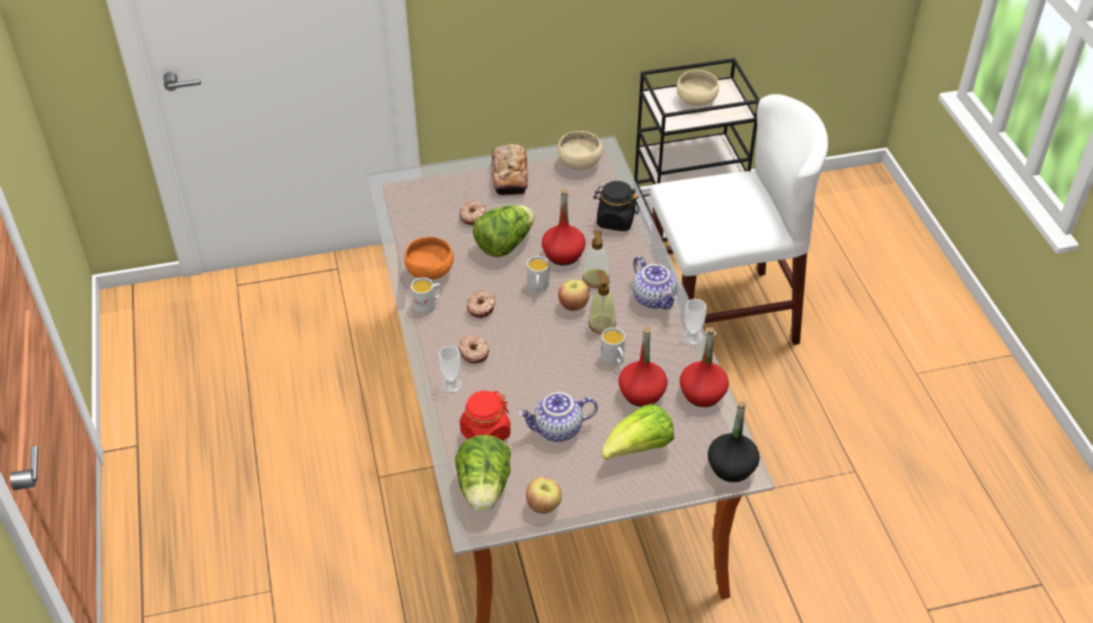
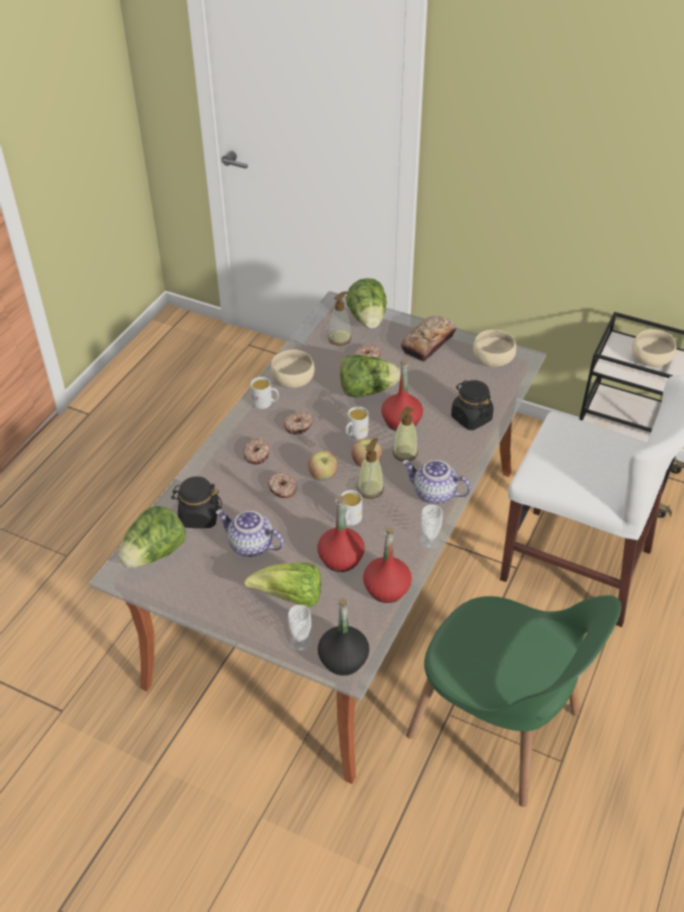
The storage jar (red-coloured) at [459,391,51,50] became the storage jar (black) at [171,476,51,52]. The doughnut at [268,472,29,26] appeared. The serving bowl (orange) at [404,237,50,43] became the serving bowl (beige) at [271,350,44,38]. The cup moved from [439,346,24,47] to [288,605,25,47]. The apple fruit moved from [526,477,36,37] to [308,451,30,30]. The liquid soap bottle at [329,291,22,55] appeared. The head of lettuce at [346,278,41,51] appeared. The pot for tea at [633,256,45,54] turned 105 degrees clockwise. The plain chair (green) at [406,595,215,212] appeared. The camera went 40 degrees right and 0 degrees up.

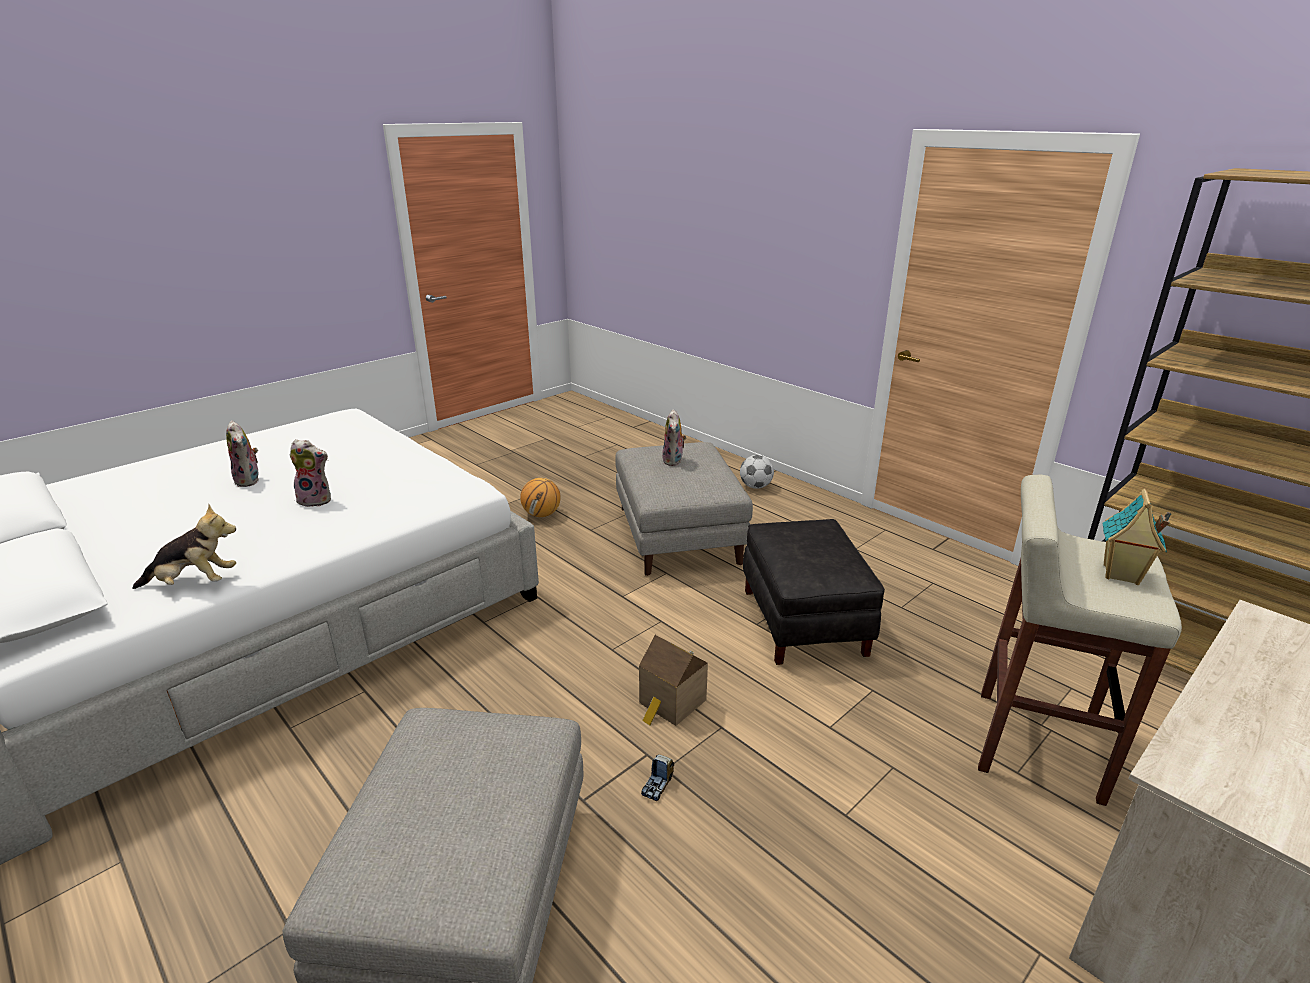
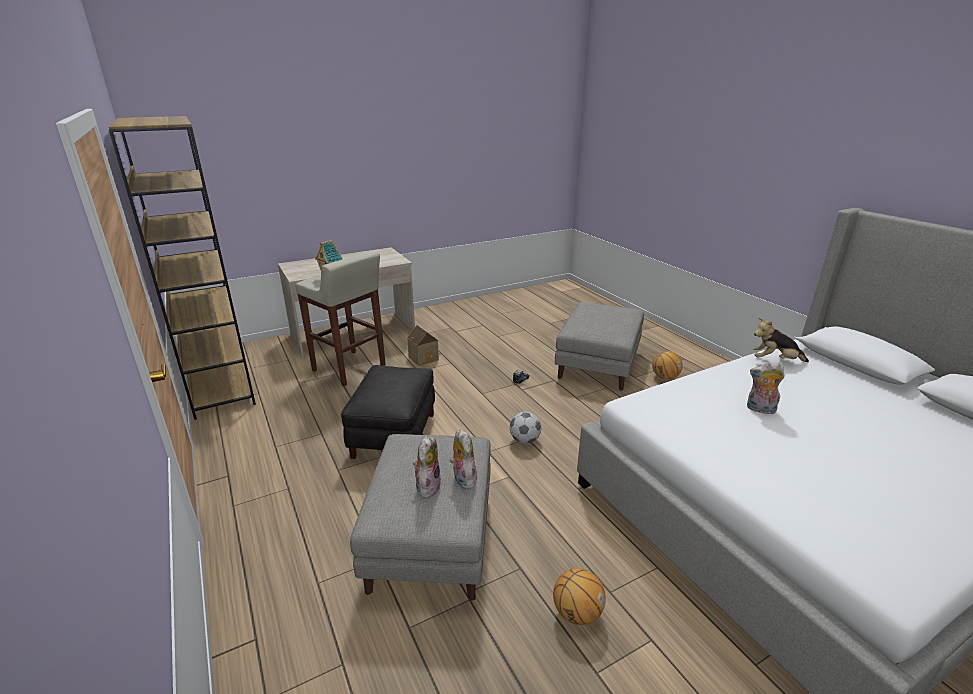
The model house moved from [639,635,69,91] to [407,325,34,41]. The plush toy moved from [226,420,33,67] to [450,429,28,60]. The football moved from [740,455,34,34] to [510,412,32,32]. The basketball at [652,351,31,29] appeared. The camera went 165 degrees left and 0 degrees up.

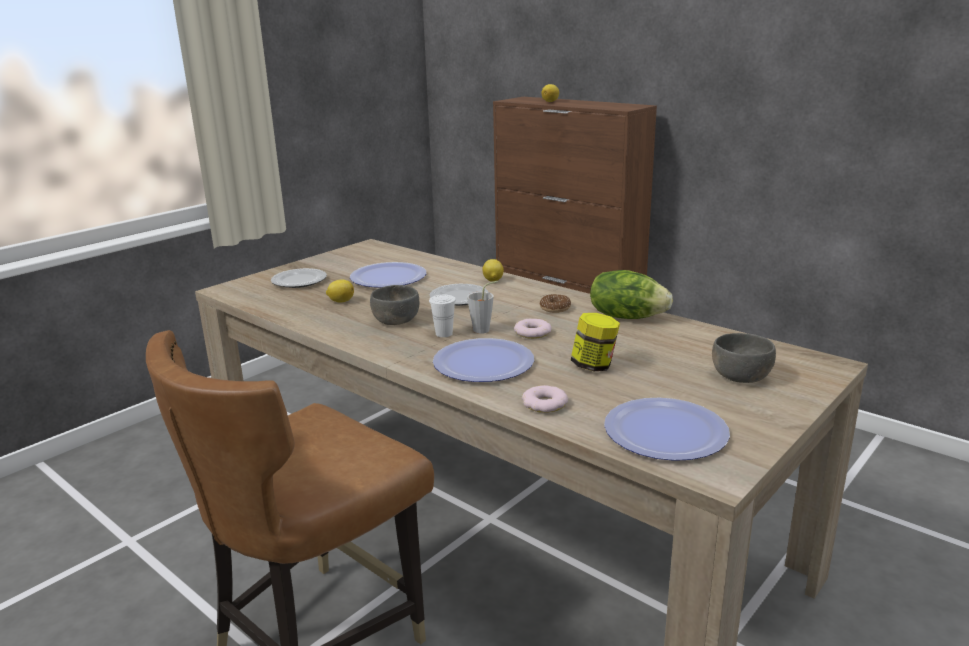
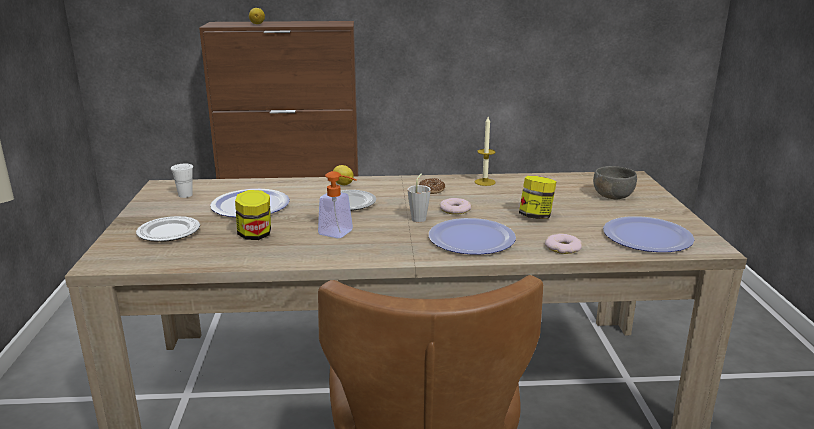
The cup (whitish) moved from [429,295,27,42] to [171,164,22,34]. The whole lemon at [326,280,28,22] was replaced by the storage jar at [235,190,36,50]. The serving bowl (greyish) at [370,285,49,40] was replaced by the liquid soap bottle at [318,171,39,67]. The head of lettuce at [590,270,83,49] was replaced by the wax light at [475,117,21,69]. The camera went 45 degrees left and 0 degrees up.

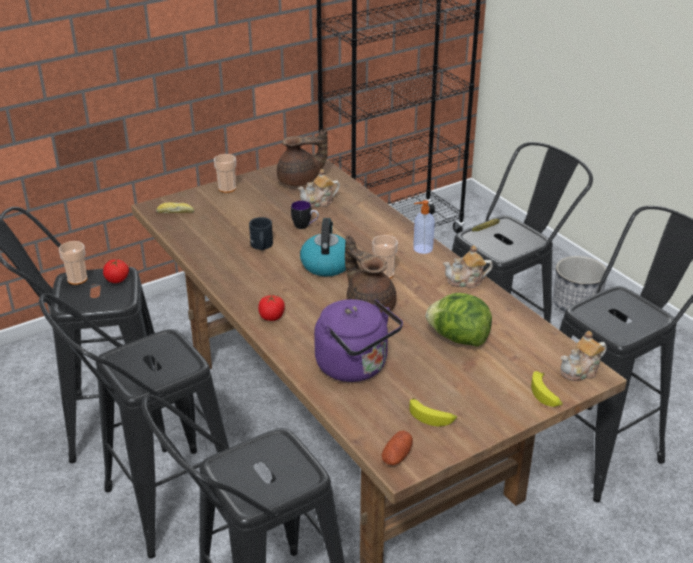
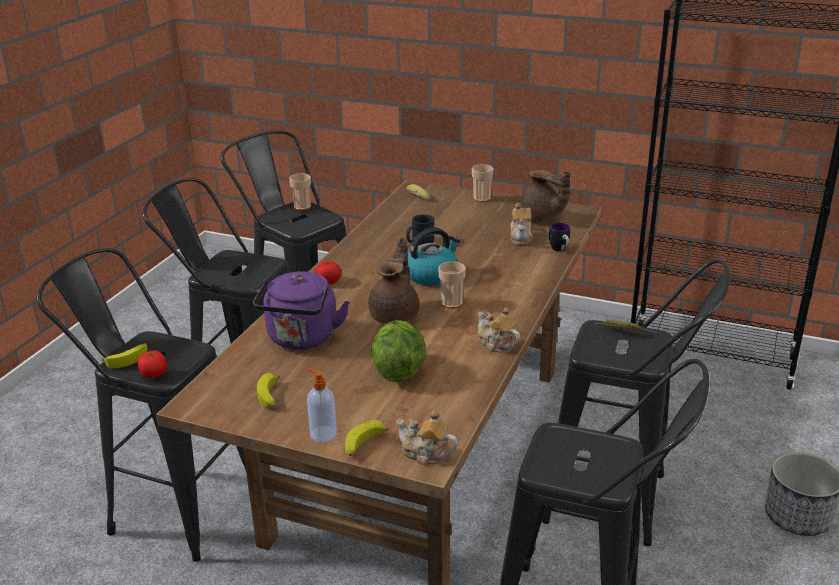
The banana fruit at [102,343,45,26] appeared. The fresh tomato moved from [103,259,26,24] to [137,351,30,27]. The liquid soap bottle moved from [413,200,22,54] to [307,368,30,74]. The pot for tea at [298,169,42,39] turned 120 degrees counterclockwise. The mug moved from [291,201,28,28] to [549,223,21,29]. The spud at [381,431,32,34] disappeared. The camera went 55 degrees right and 5 degrees down.

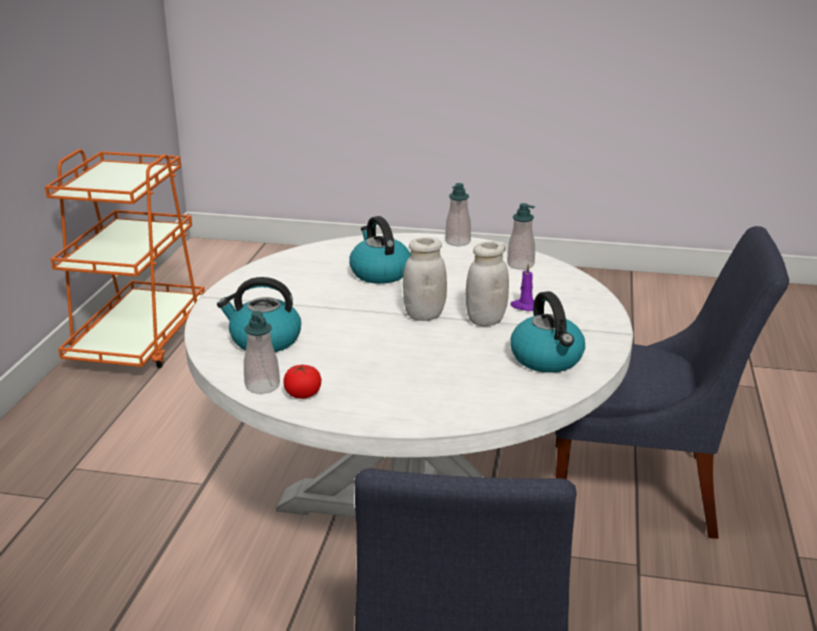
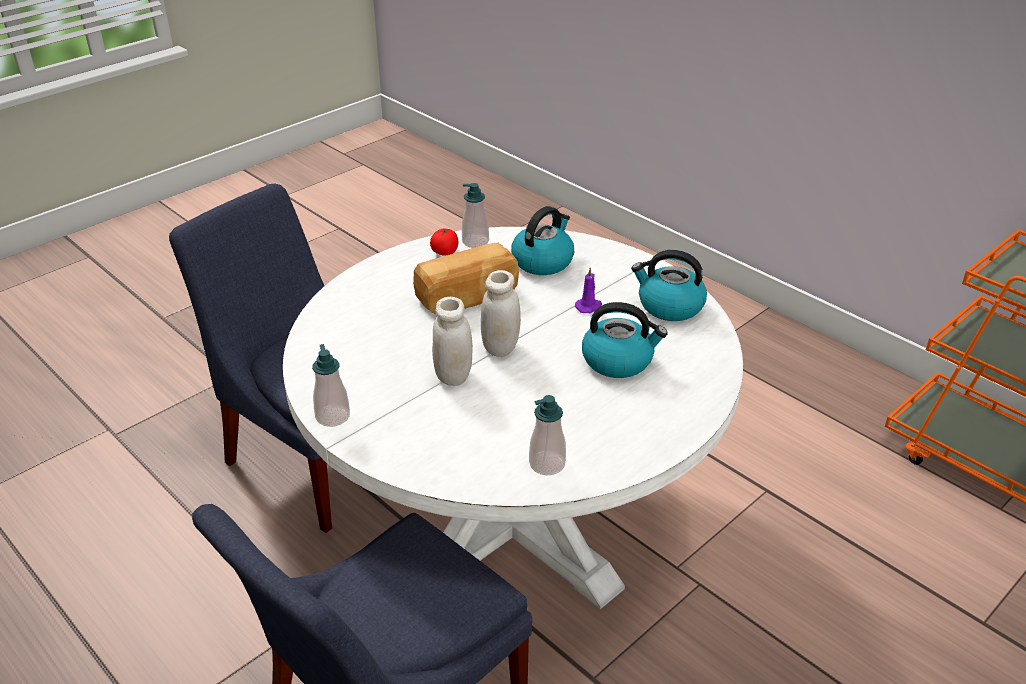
The liquid soap bottle moved from [445,183,26,63] to [312,344,38,83]. The bakery bread at [413,243,106,71] appeared. The wax light (purplish) moved from [511,264,23,47] to [575,267,27,46]. The water kettle moved from [510,291,75,82] to [631,250,76,71]. The camera went 125 degrees right and 10 degrees up.

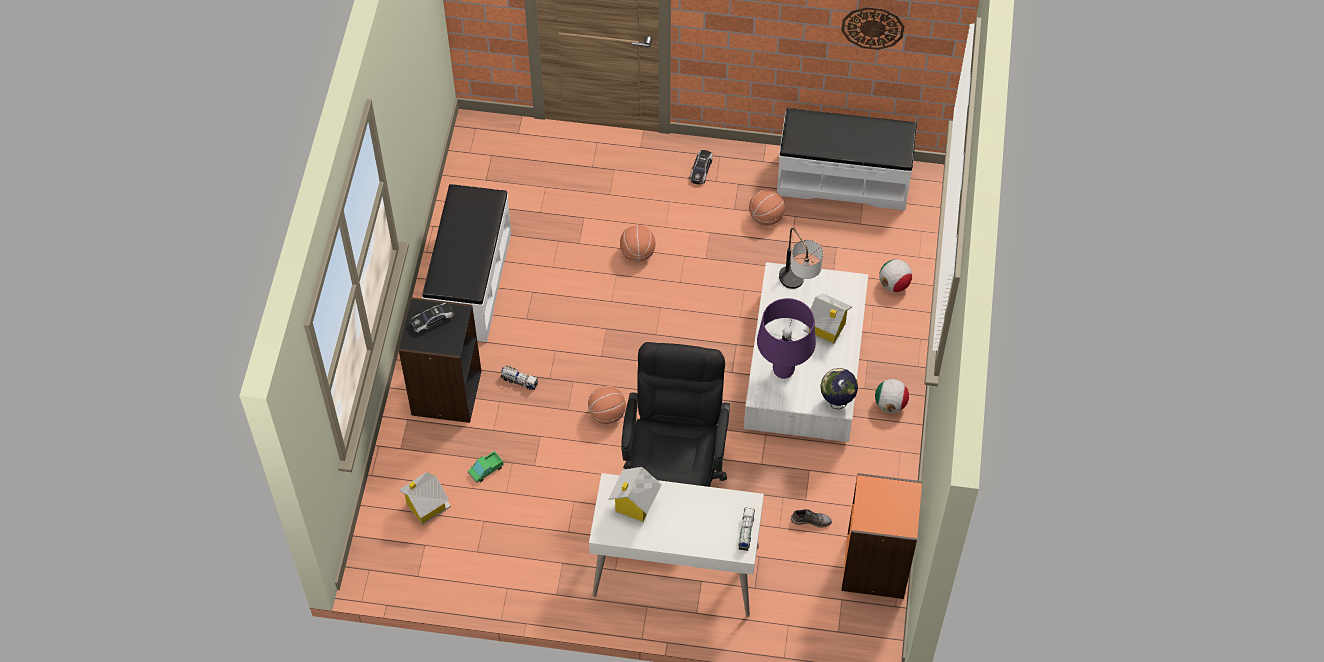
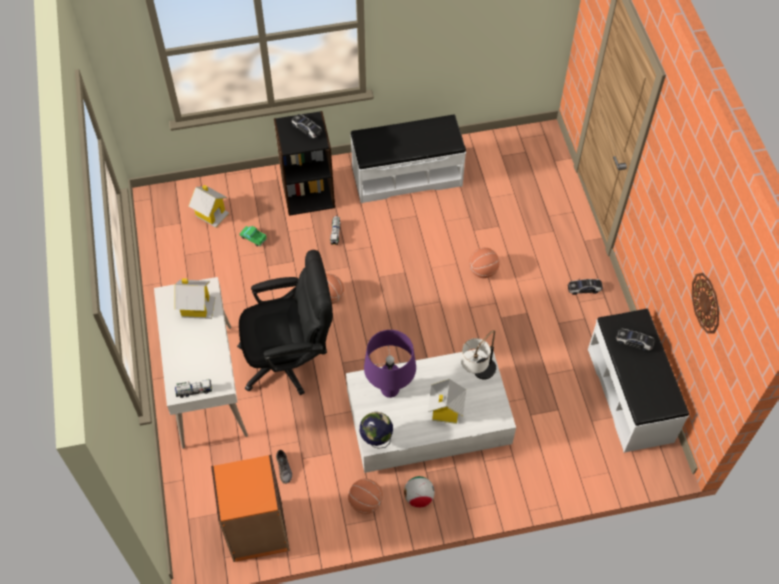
The basketball moved from [749,189,36,37] to [348,479,35,35]. The model car at [616,329,39,22] appeared. The football at [879,259,33,33] disappeared. The camera went 70 degrees right and 0 degrees up.

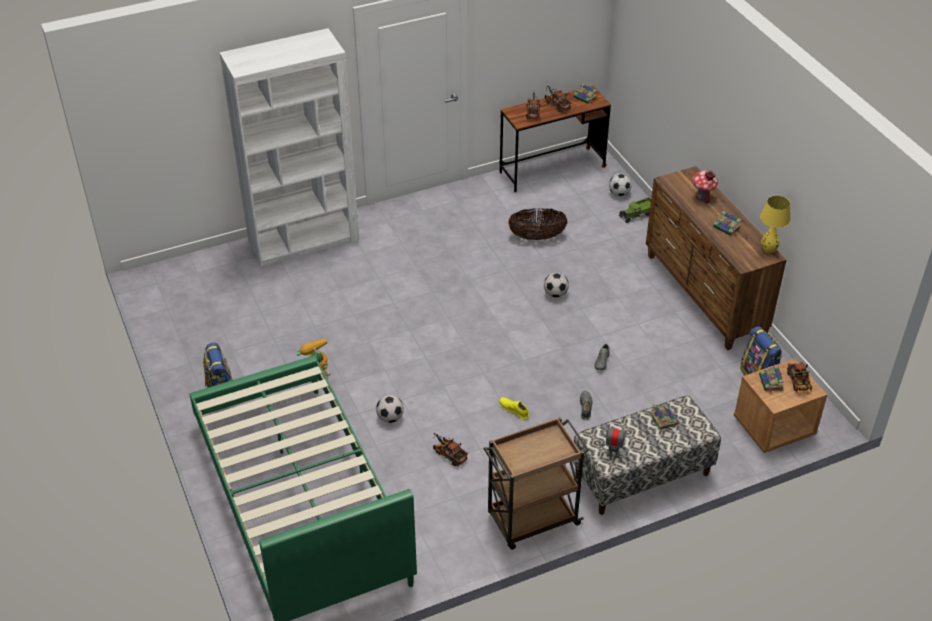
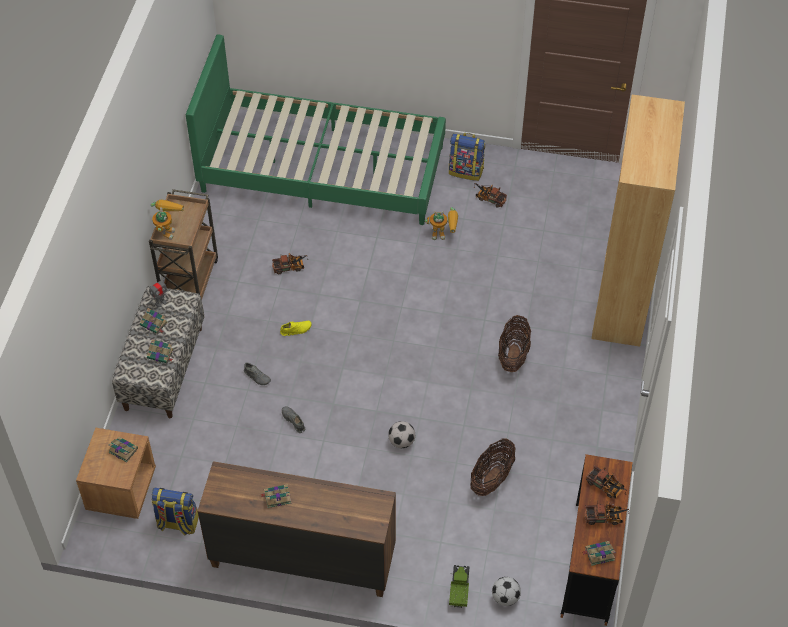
The volume at [140,308,28,26] appeared. The model robot at [151,200,33,40] appeared. The toy truck moved from [787,362,25,31] to [474,183,33,24]. The storage basket at [498,315,34,57] appeared. The bookshelf (whitish) at [220,28,139,238] became the bookshelf (brownish) at [592,95,93,252]. The football at [376,395,28,28] disappeared. The model house at [692,170,26,34] disappeared. The table lamp (yellow-coloured) at [760,196,31,57] disappeared. The camera went 125 degrees right and 10 degrees up.

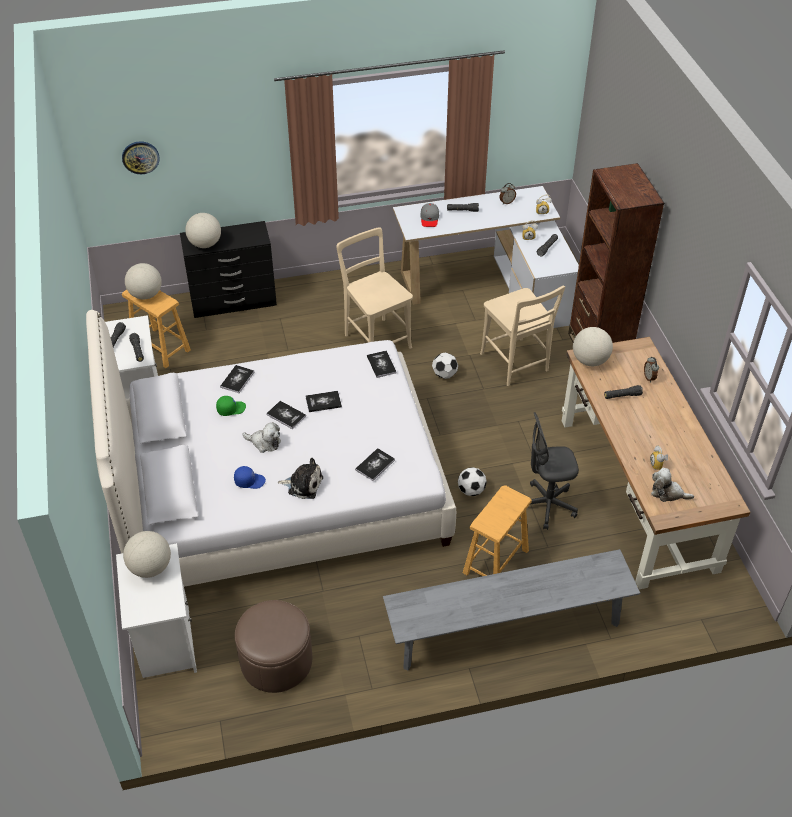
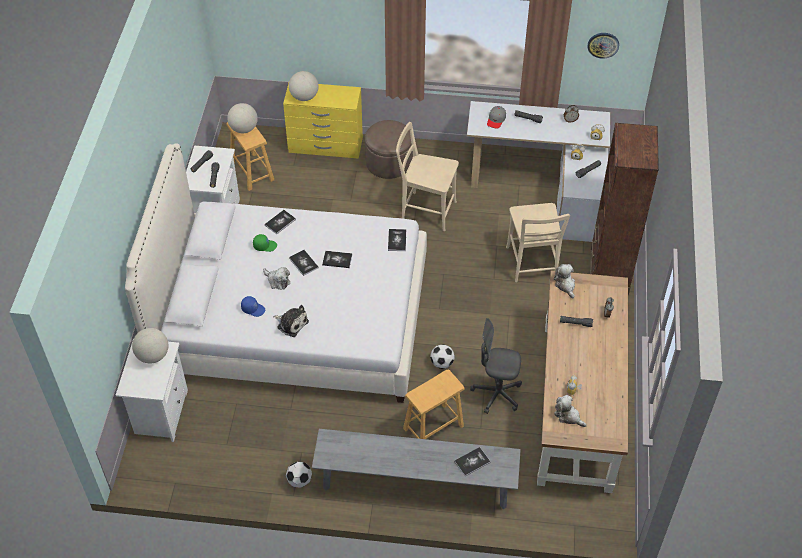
The dresser (black) at [180,221,97,97] became the dresser (yellow-coloured) at [283,83,80,76]. The football moved from [432,353,26,26] to [286,462,26,26]. The footrest (brownish) moved from [235,600,77,93] to [365,120,48,59]. The plain chair (beige) at [337,227,76,122] turned 60 degrees counterclockwise. The volume moved from [355,448,40,33] to [454,447,37,29]. The globe at [573,327,40,39] was replaced by the plush toy at [554,264,21,34]. The hanging clock moved from [122,141,38,33] to [588,33,31,26]. The camera went 20 degrees right and 5 degrees up.

